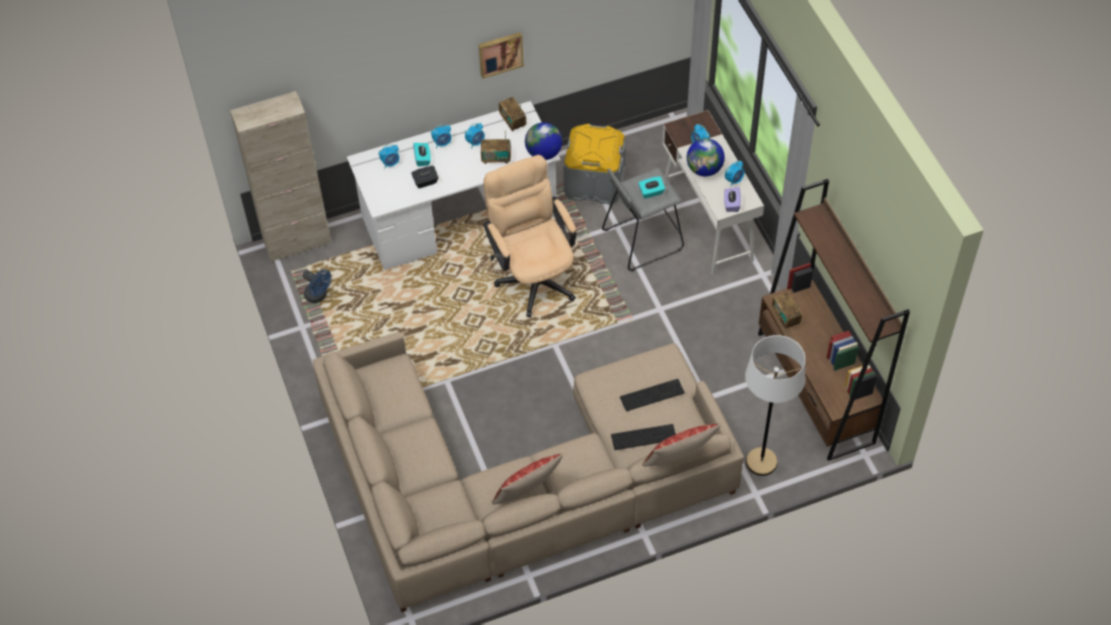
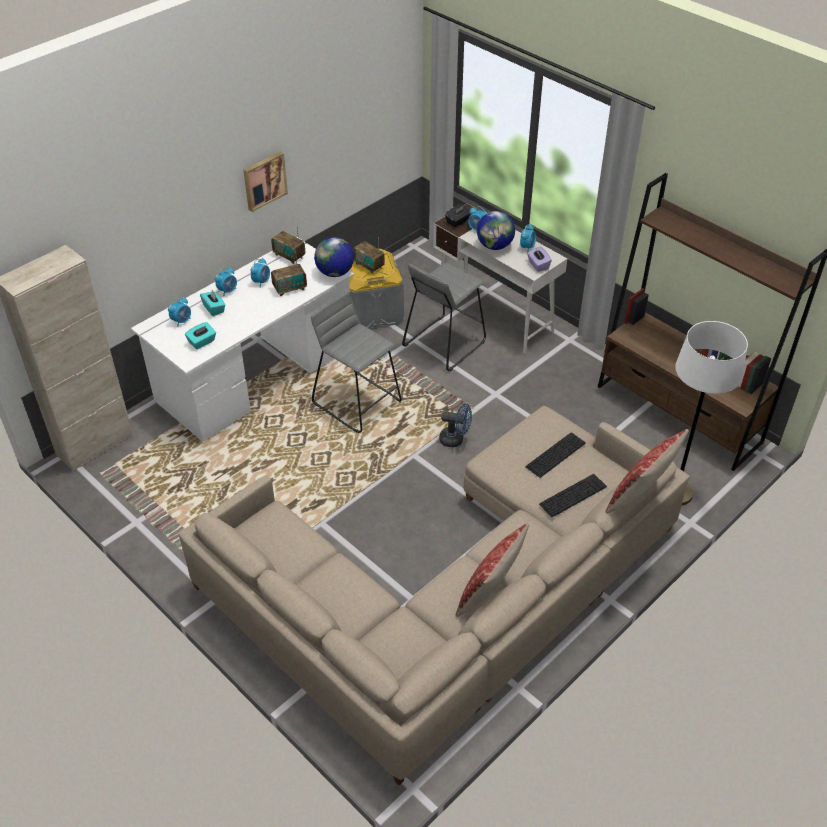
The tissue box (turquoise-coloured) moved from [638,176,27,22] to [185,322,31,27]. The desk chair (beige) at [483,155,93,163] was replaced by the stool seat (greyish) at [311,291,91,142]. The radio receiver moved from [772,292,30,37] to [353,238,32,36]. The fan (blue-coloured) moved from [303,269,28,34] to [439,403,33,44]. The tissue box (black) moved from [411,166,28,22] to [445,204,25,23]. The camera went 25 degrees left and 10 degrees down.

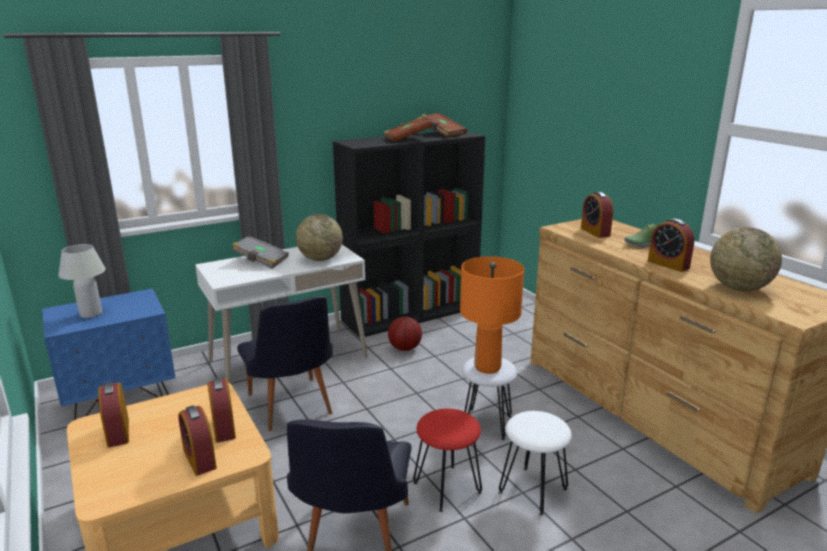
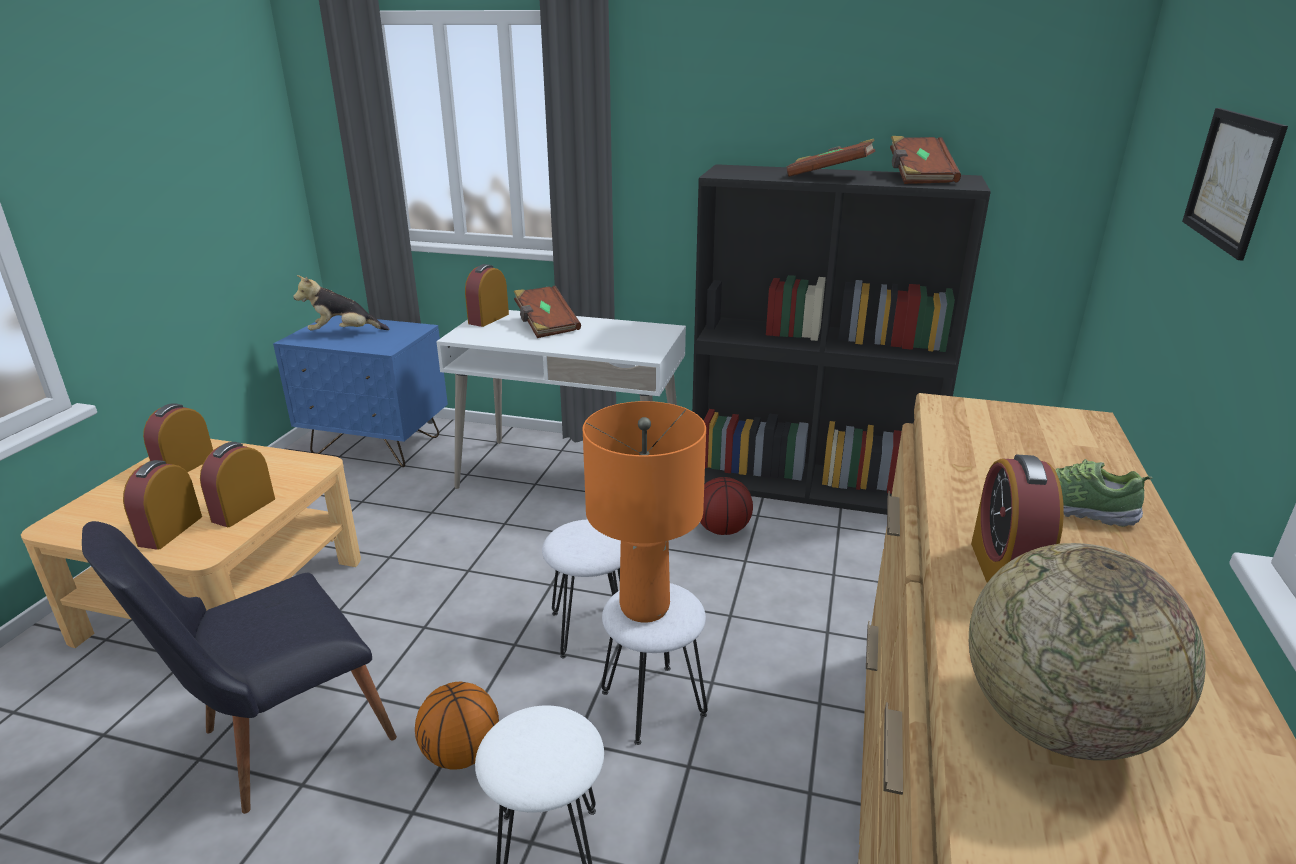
The table lamp (whitish) at [58,244,48,74] was replaced by the plush toy at [293,275,96,56]. The stool seat (red-coloured) at [413,409,69,103] was replaced by the basketball at [415,682,84,88]. The bedside clock moved from [581,192,32,46] to [465,264,44,63]. The volume (greyish) at [232,236,57,33] became the volume (brownish) at [514,286,67,52]. The stool seat (whitish) at [542,519,79,140] appeared. The wall picture at [1182,108,106,153] appeared. The plain chair (black) at [237,296,96,135] disappeared. The globe at [296,214,47,47] disappeared. The camera went 45 degrees right and 5 degrees up.

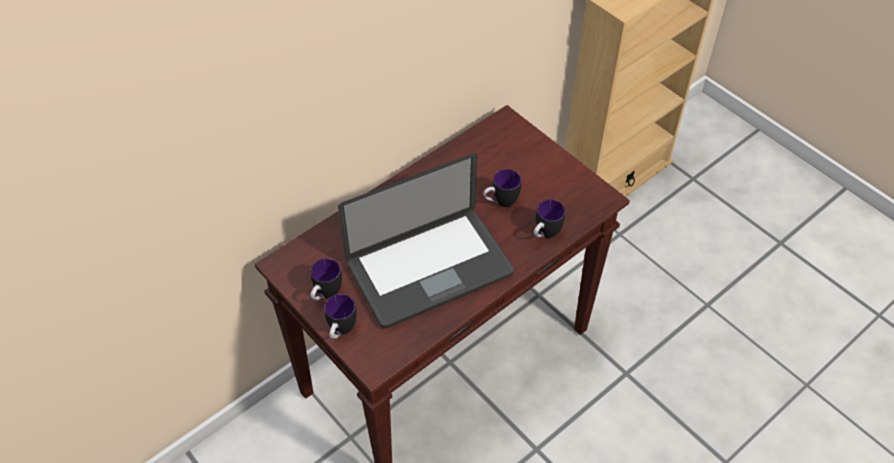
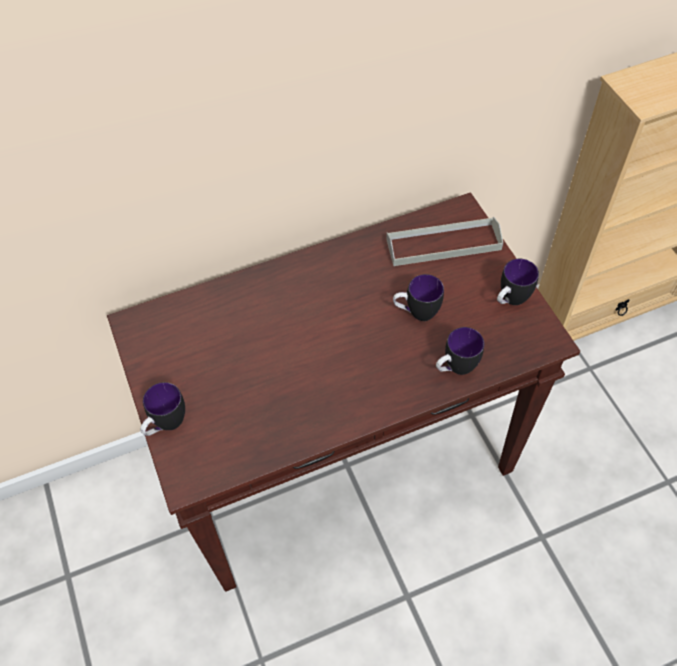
The serving tray (greyish) at [386,217,117,49] appeared. The mug moved from [311,258,31,42] to [497,259,42,46]. The portable computer at [338,153,176,175] disappeared. The camera went 20 degrees right and 5 degrees up.

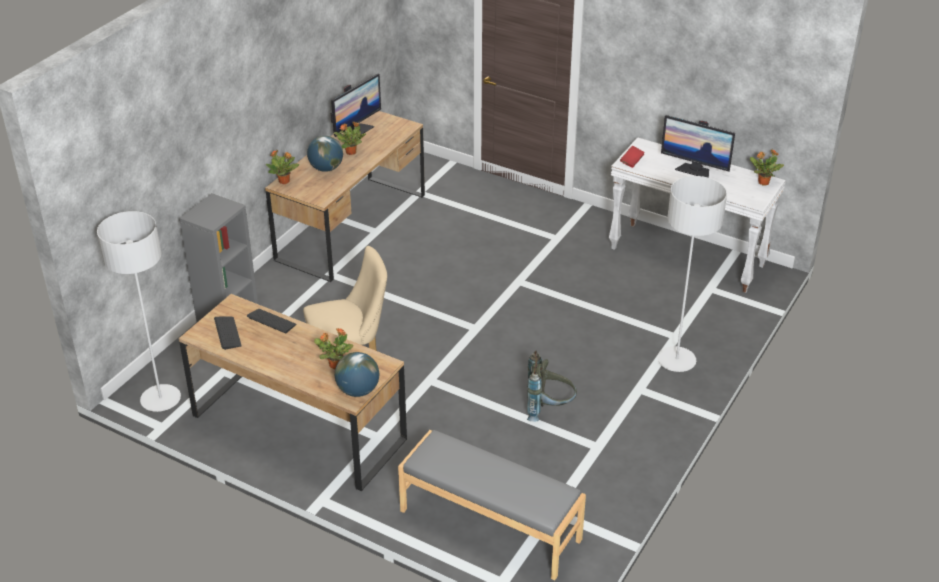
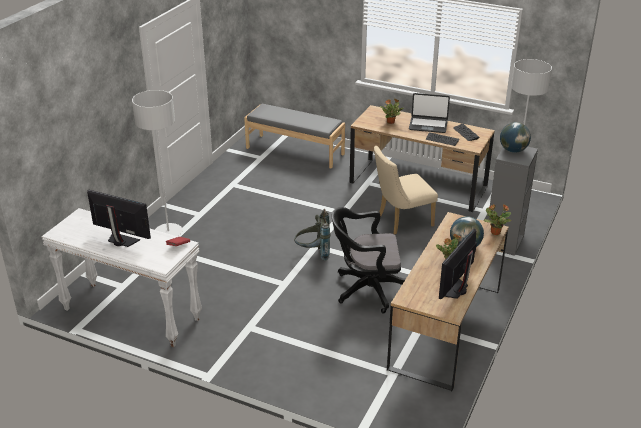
The backpack (greyish) moved from [527,351,50,71] to [294,209,36,51]. The desk chair (black) at [332,207,74,106] appeared. The portable computer at [409,93,41,40] appeared. The globe moved from [335,352,44,45] to [500,122,31,31]. The plant in a pot at [750,149,34,37] disappeared. The camera went 175 degrees right and 5 degrees down.

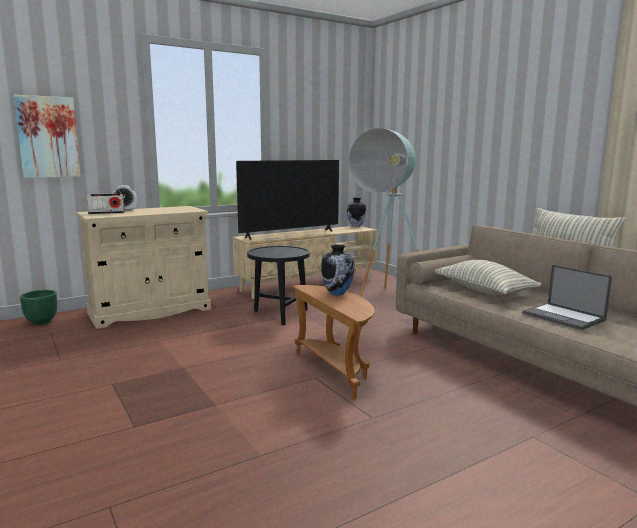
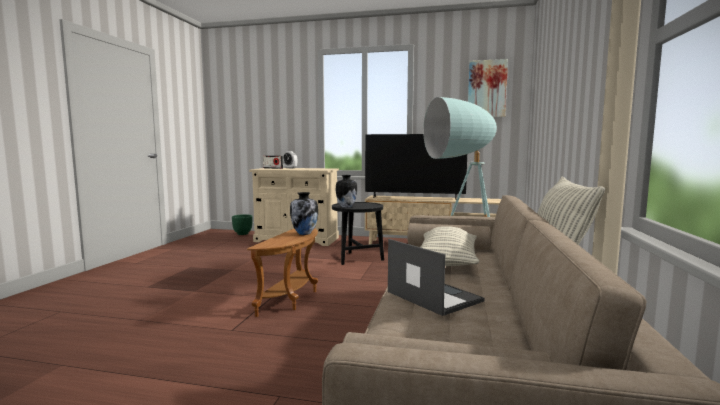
The vase moved from [347,198,19,29] to [336,175,21,33]. The portable computer at [523,265,89,65] turned 135 degrees clockwise. The wall picture moved from [14,95,67,83] to [468,59,40,58]. The camera went 45 degrees right and 5 degrees down.

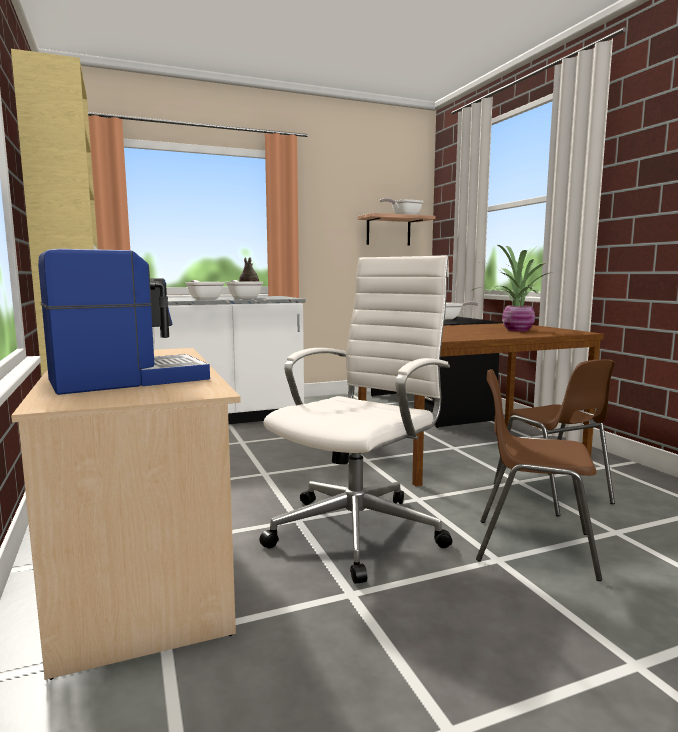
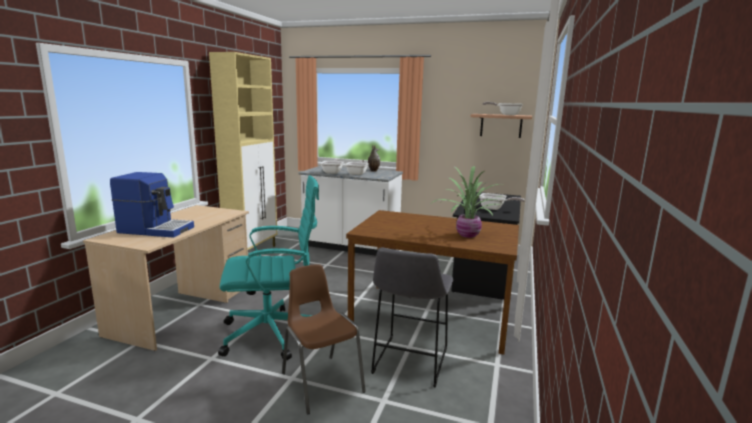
The desk chair (whitish) at [259,256,193,328] became the desk chair (turquoise-coloured) at [218,175,101,185]. The plain chair (brownish) at [494,359,121,157] was replaced by the stool seat (greyish) at [371,247,82,141]. The camera went 40 degrees right and 5 degrees up.

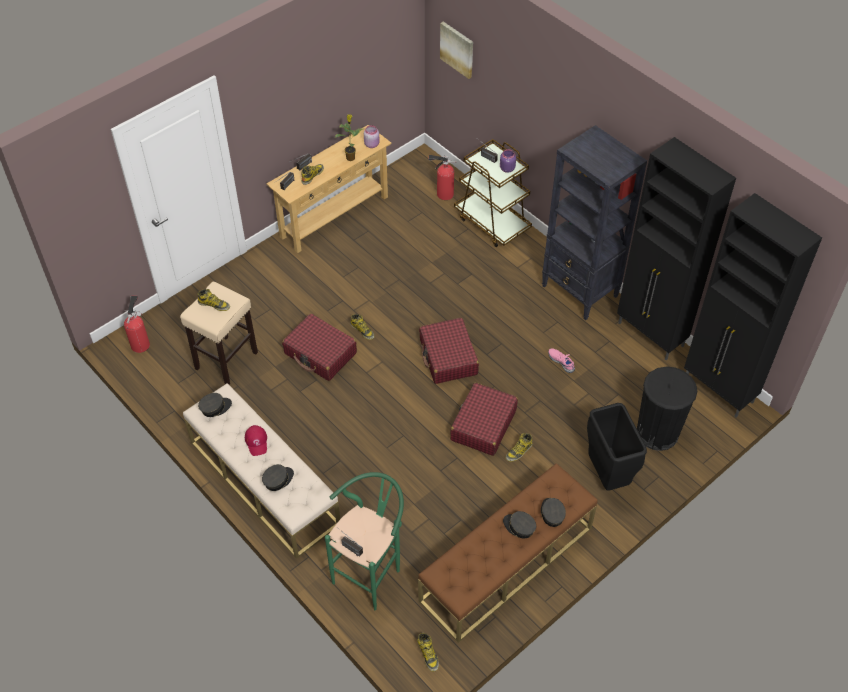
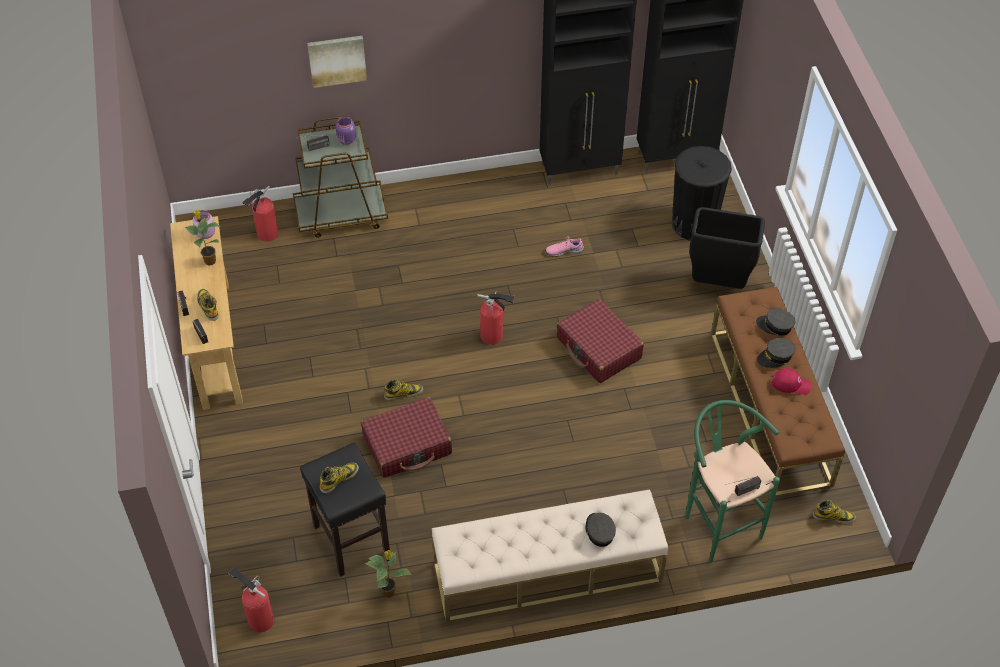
The stool seat (beige) at [180,282,78,103] became the stool seat (black) at [300,443,90,134]. The wall picture moved from [440,22,33,57] to [307,36,60,52]. The plant in a pot at [364,550,48,48] appeared. The suitcase (red-coloured) at [419,318,60,66] was replaced by the fire-fighting cylinder at [477,291,38,54]. The cap (red-coloured) moved from [245,425,22,31] to [771,368,41,27]. The cap (greyish) at [198,393,34,24] disappeared. The high-top boot at [505,433,28,29] disappeared. The bookshelf (black) at [542,125,105,195] disappeared. The camera went 60 degrees left and 0 degrees up.

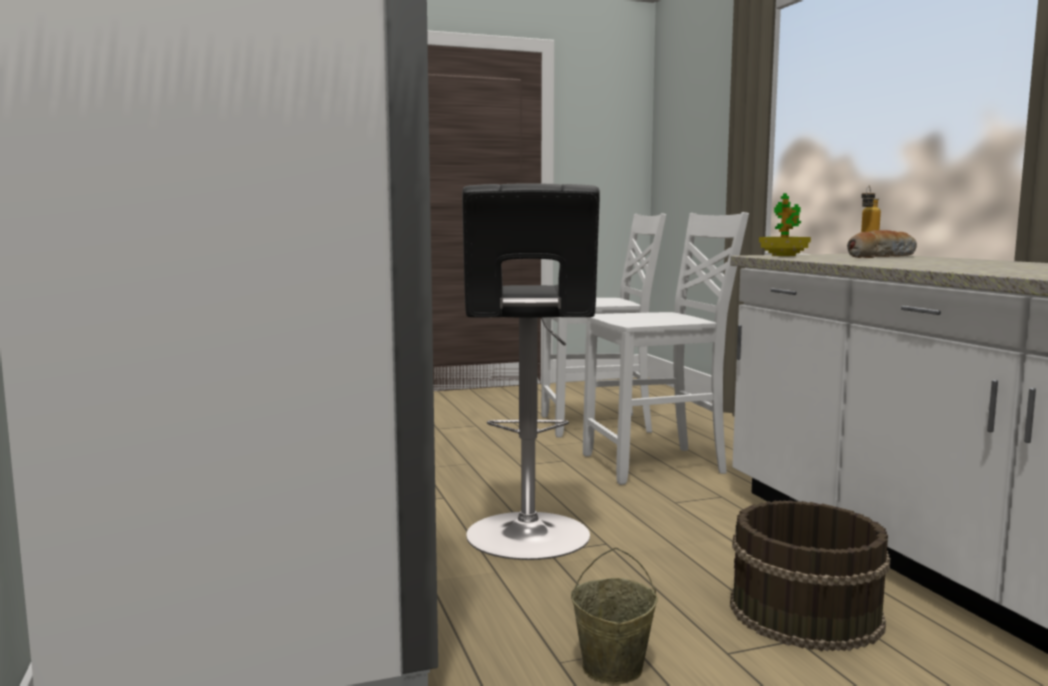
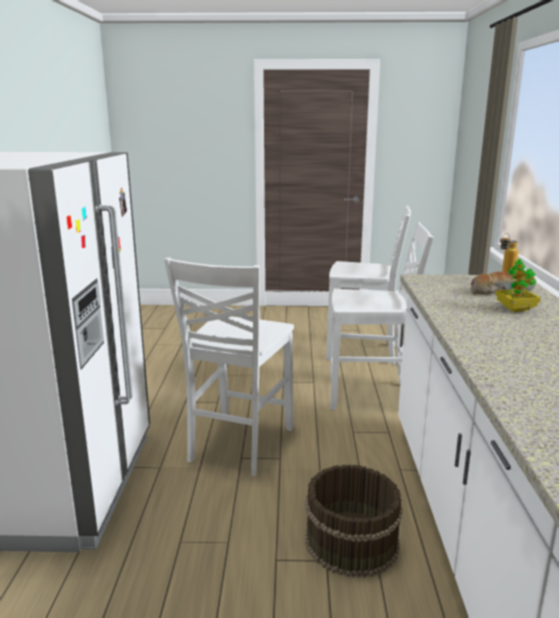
The stool seat (black) at [462,183,138,377] was replaced by the plain chair (whitish) at [164,257,130,219]. The plant in a pot moved from [759,193,52,63] to [495,259,46,53]. The water bucket (beige) at [571,548,87,137] disappeared. The camera went 20 degrees right and 10 degrees up.

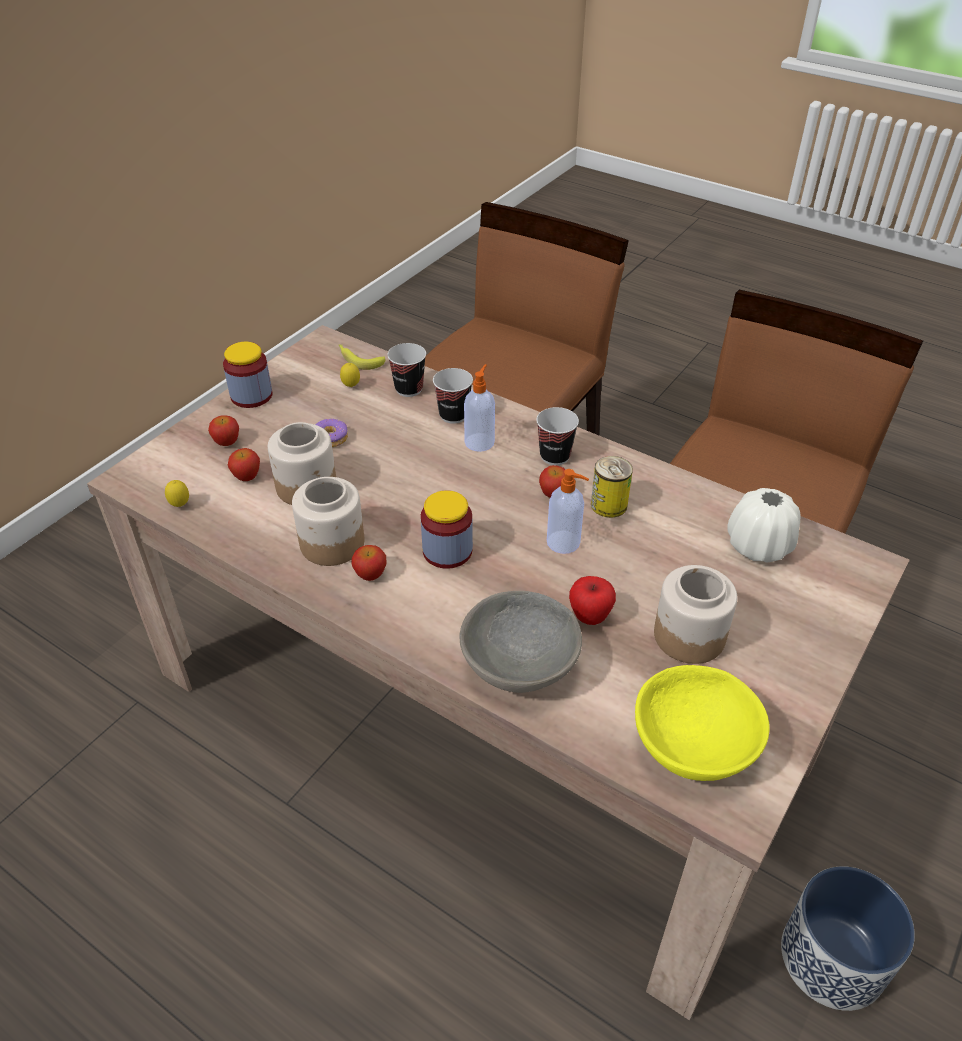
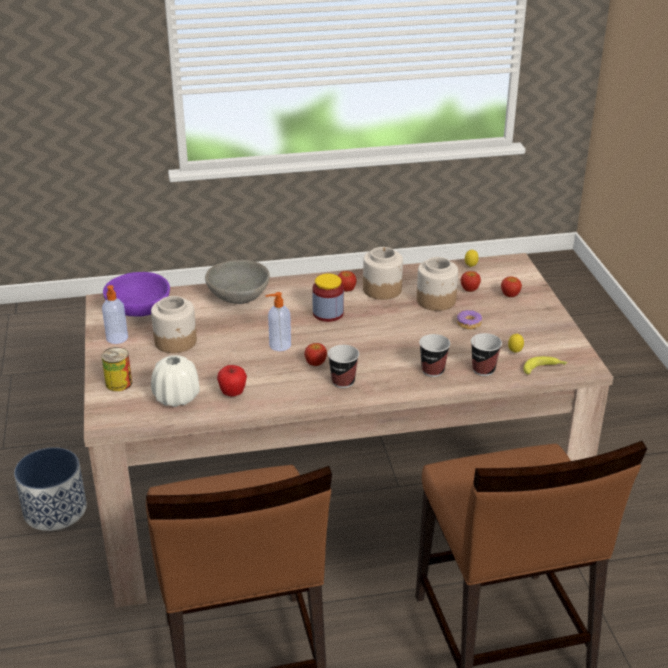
The sealed can moved from [591,456,42,62] to [101,347,31,44]. The liquid soap bottle moved from [464,364,31,88] to [102,285,26,59]. The serving bowl (yellow-coloured) at [635,665,135,116] became the serving bowl (purplish) at [103,272,67,45]. The apple fruit moved from [569,576,47,49] to [217,365,30,32]. The storage jar at [223,342,50,66] disappeared. The camera went 135 degrees right and 10 degrees down.

